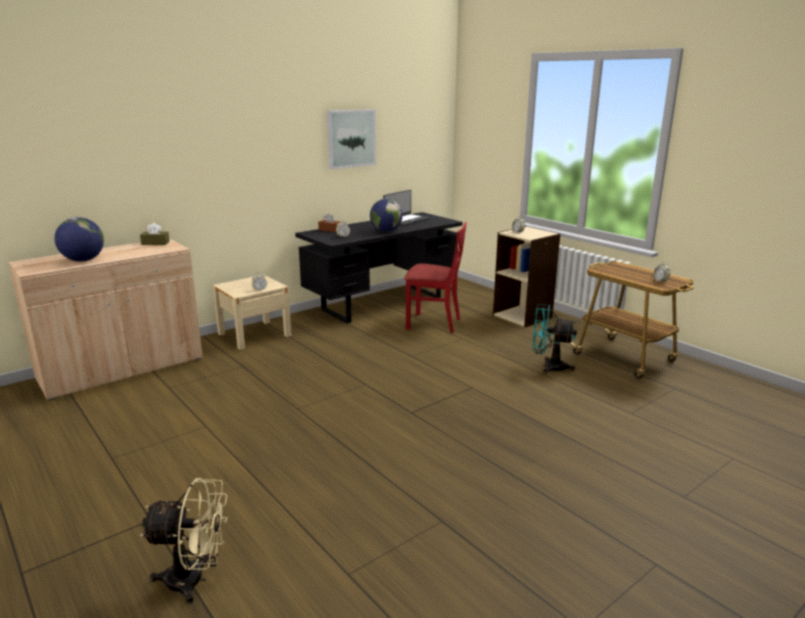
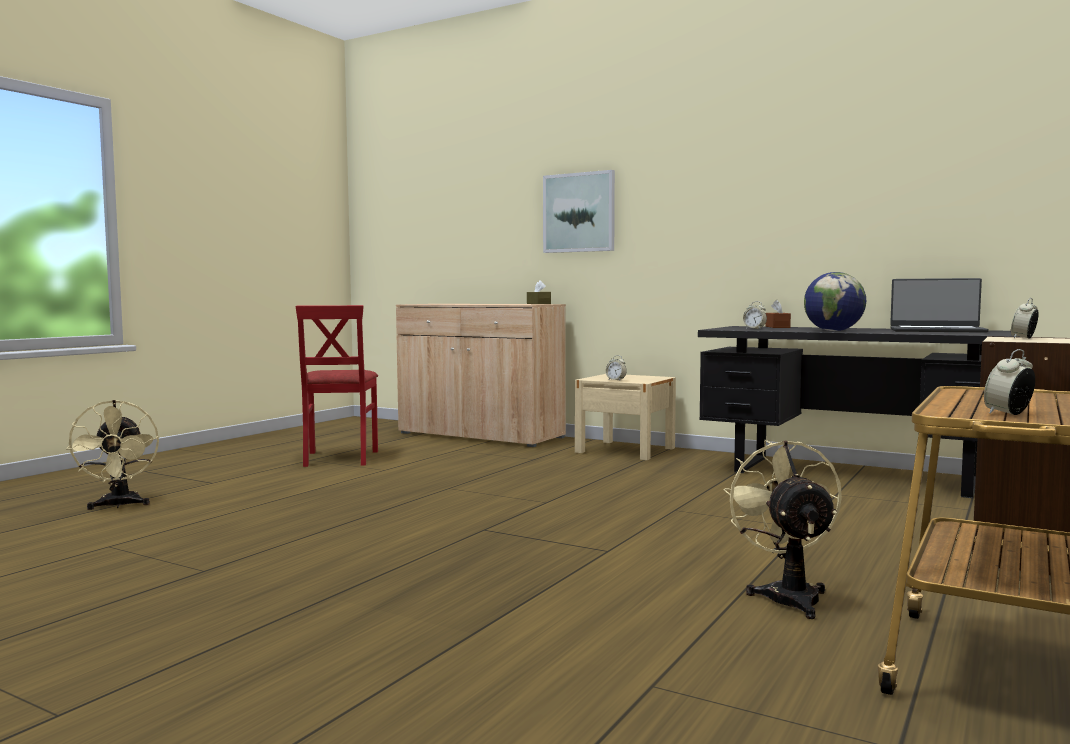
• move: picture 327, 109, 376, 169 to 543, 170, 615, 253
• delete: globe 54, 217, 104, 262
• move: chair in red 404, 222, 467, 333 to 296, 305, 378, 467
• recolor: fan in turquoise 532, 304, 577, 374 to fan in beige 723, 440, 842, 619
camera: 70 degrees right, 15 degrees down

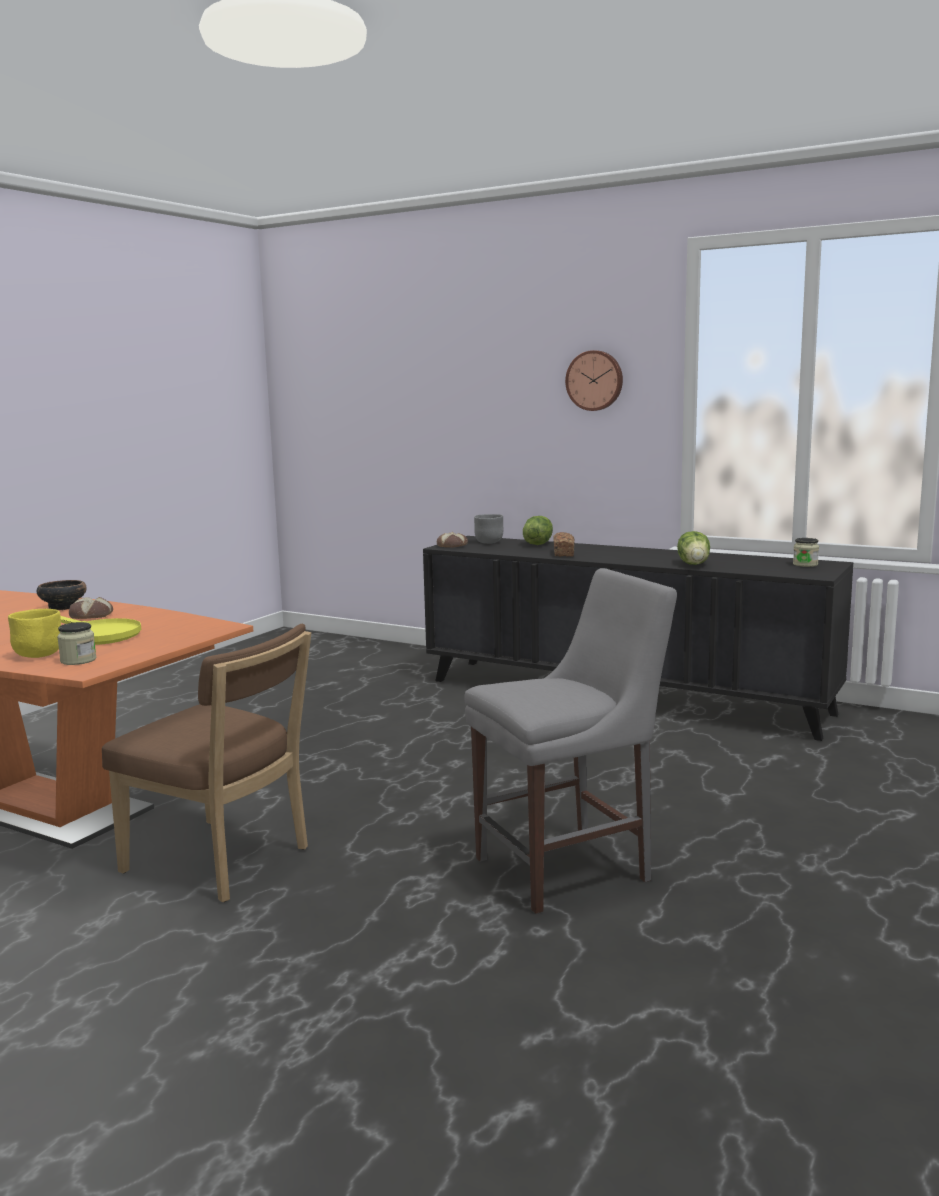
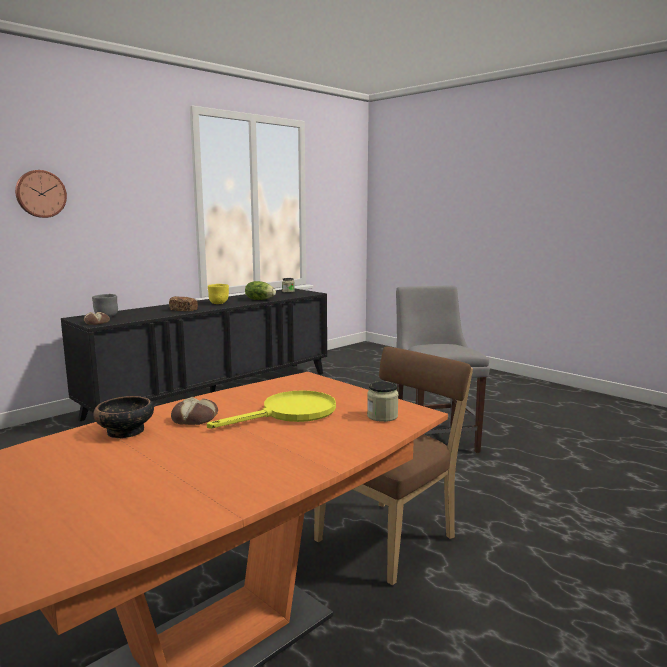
• move: wall clock 565, 350, 623, 411 to 15, 170, 67, 218
• delete: lettuce 523, 516, 553, 545
• move: bowl in yellow 8, 609, 61, 658 to 208, 284, 229, 304
camera: 75 degrees left, 0 degrees up

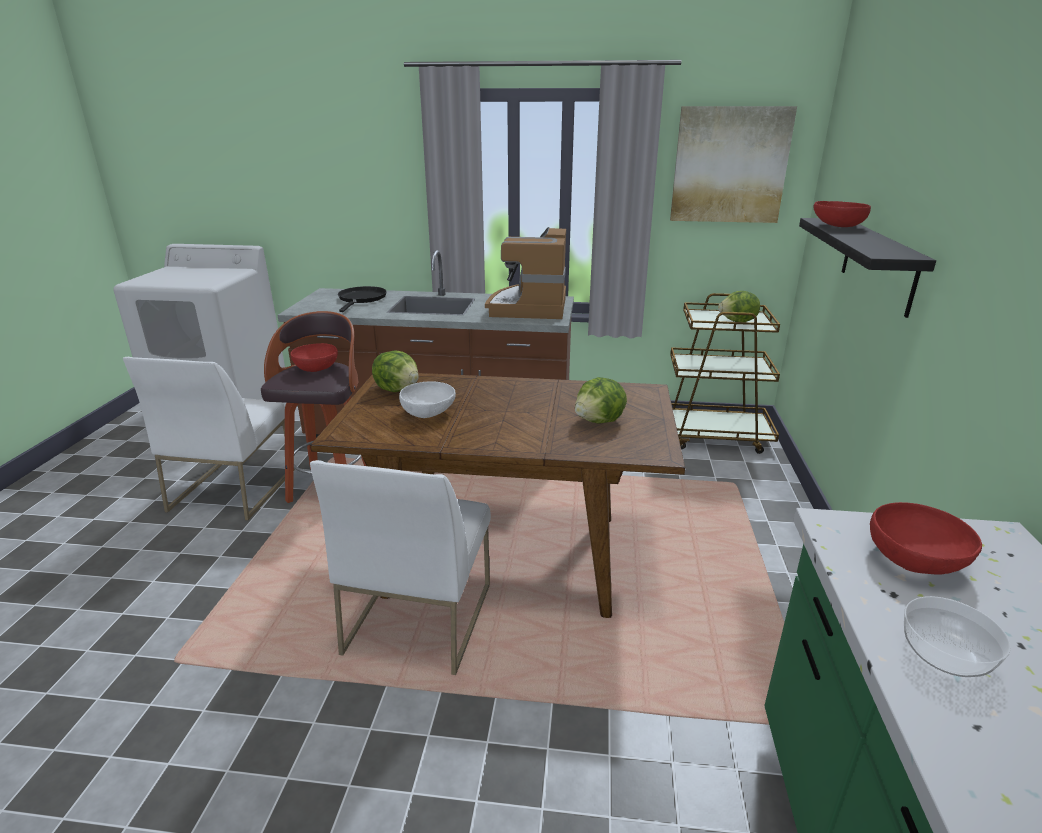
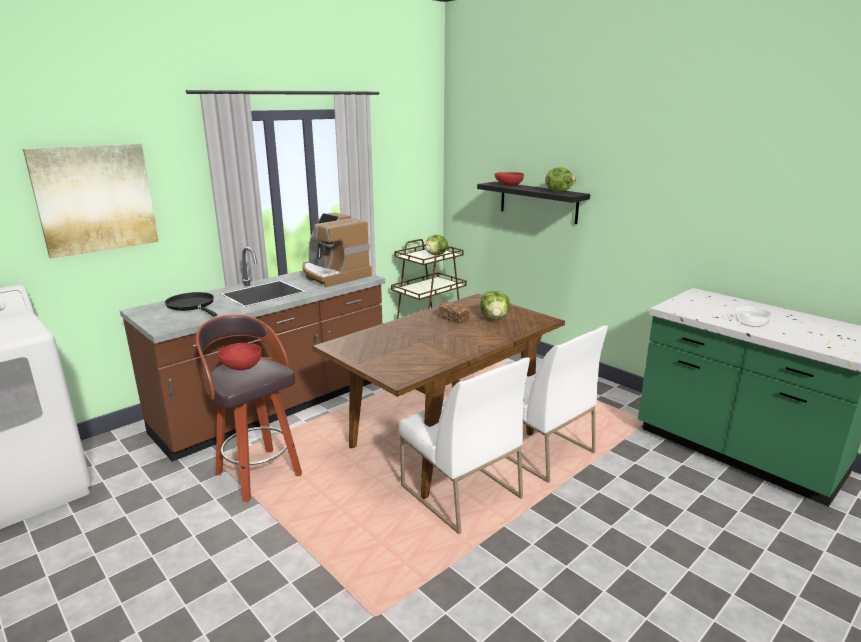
• move: picture 670, 106, 797, 223 to 23, 143, 159, 258
• move: lettuce 372, 351, 419, 392 to 545, 167, 576, 192
• move: chair in white 123, 357, 295, 520 to 505, 326, 608, 483
• delete: bowl in white 399, 381, 456, 418
• delete: bowl in red 870, 502, 982, 575
• insert: bread 438, 302, 470, 324
camera: 50 degrees left, 5 degrees down

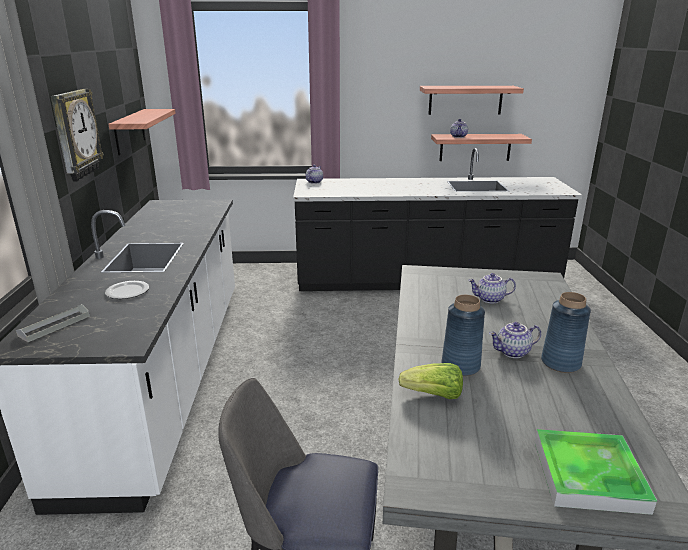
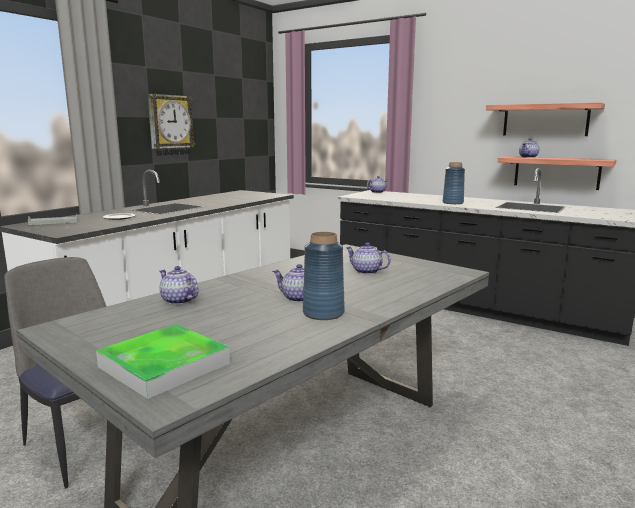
• delete: shelf 108, 109, 176, 155
• move: vase in blue 442, 295, 485, 376 to 443, 162, 465, 204
• replace: lettuce 398, 363, 463, 399 to teapot 160, 266, 198, 305
camera: 35 degrees right, 10 degrees down

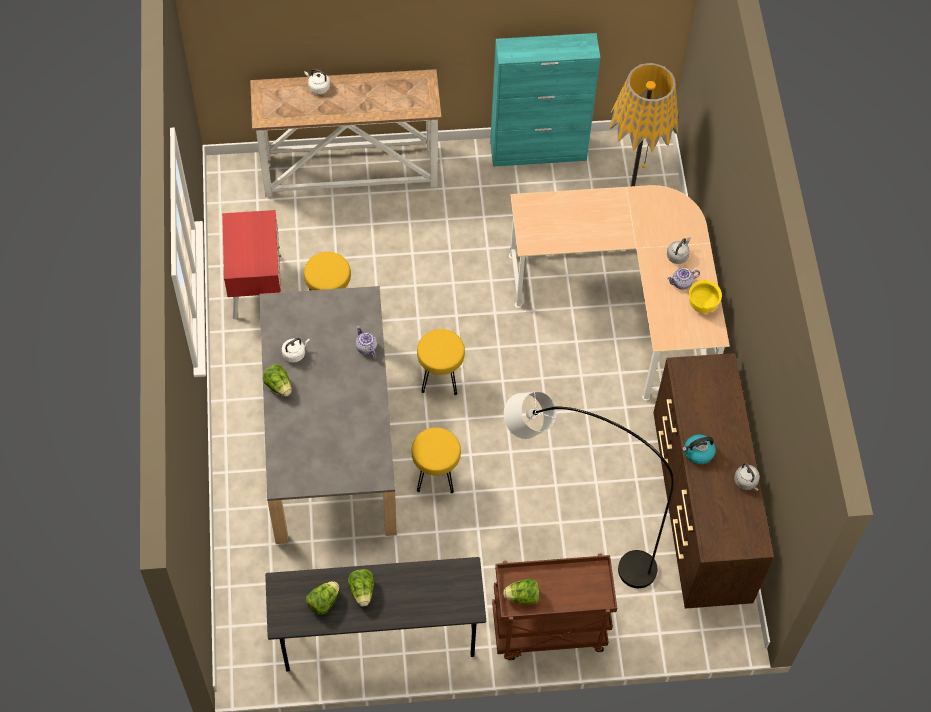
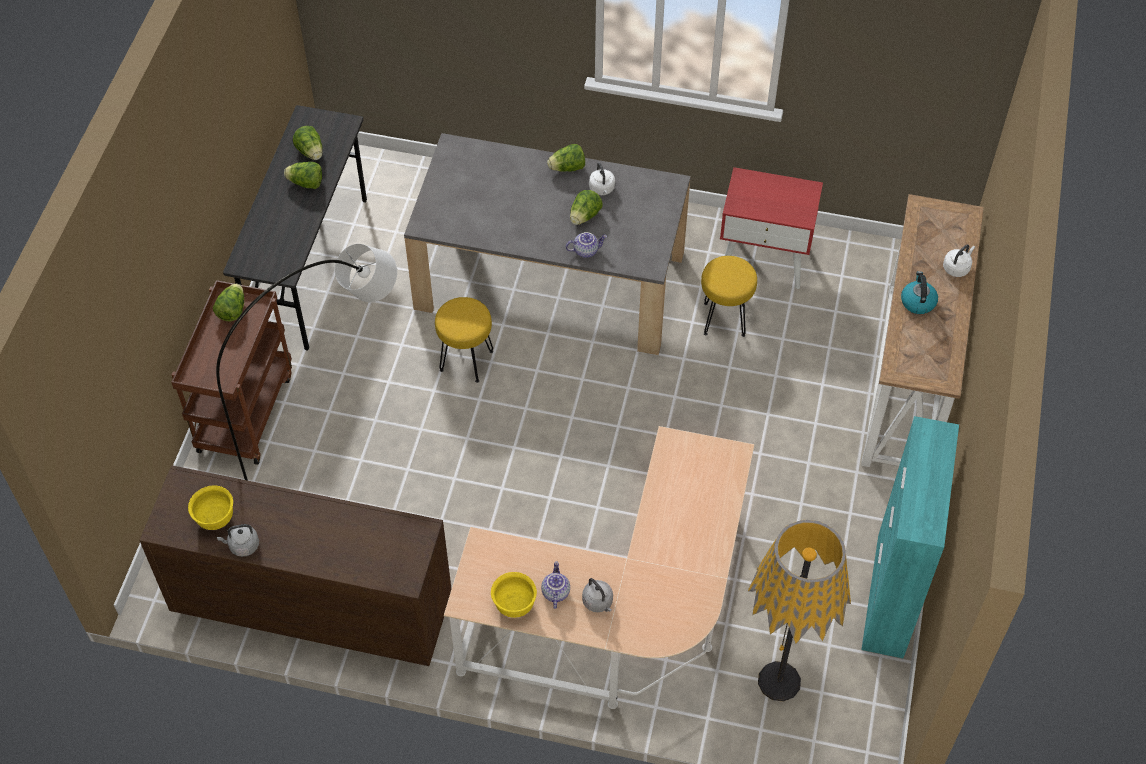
• delete: stool in yellow 417, 329, 465, 395
• move: kettle 682, 434, 716, 464 to 901, 271, 938, 314
• insert: lettuce 570, 190, 603, 225
• insert: bowl in yellow 188, 485, 233, 530
camera: 110 degrees right, 5 degrees down

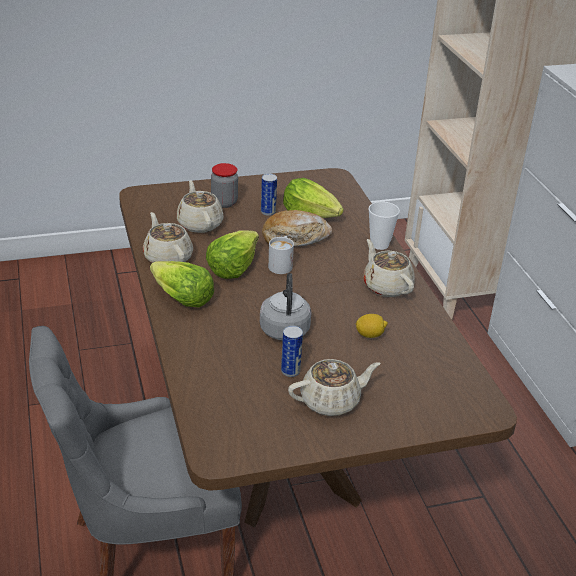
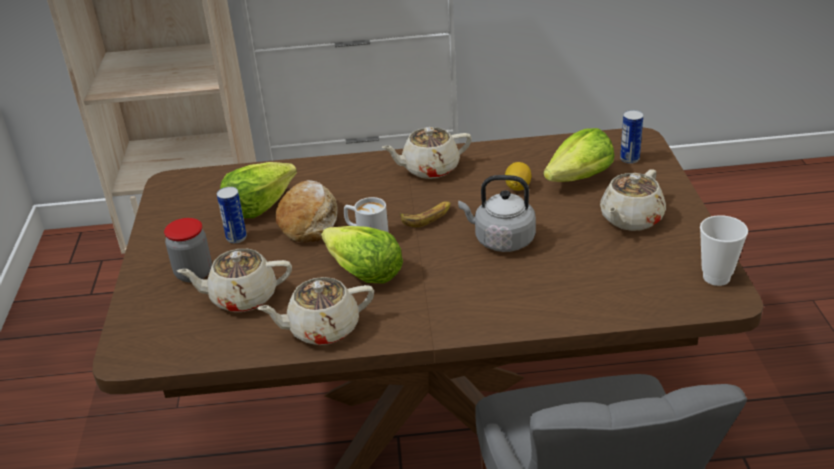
• move: cup 368, 202, 400, 250 to 700, 215, 748, 286
• move: lettuce 150, 261, 214, 307 to 544, 128, 614, 182
• move: can 281, 326, 303, 377 to 620, 110, 643, 164
• rotate: teapot in beige 288, 359, 380, 416 = 600, 169, 666, 231 135 degrees counterclockwise
• insert: banana 400, 201, 451, 227
camera: 75 degrees left, 0 degrees up

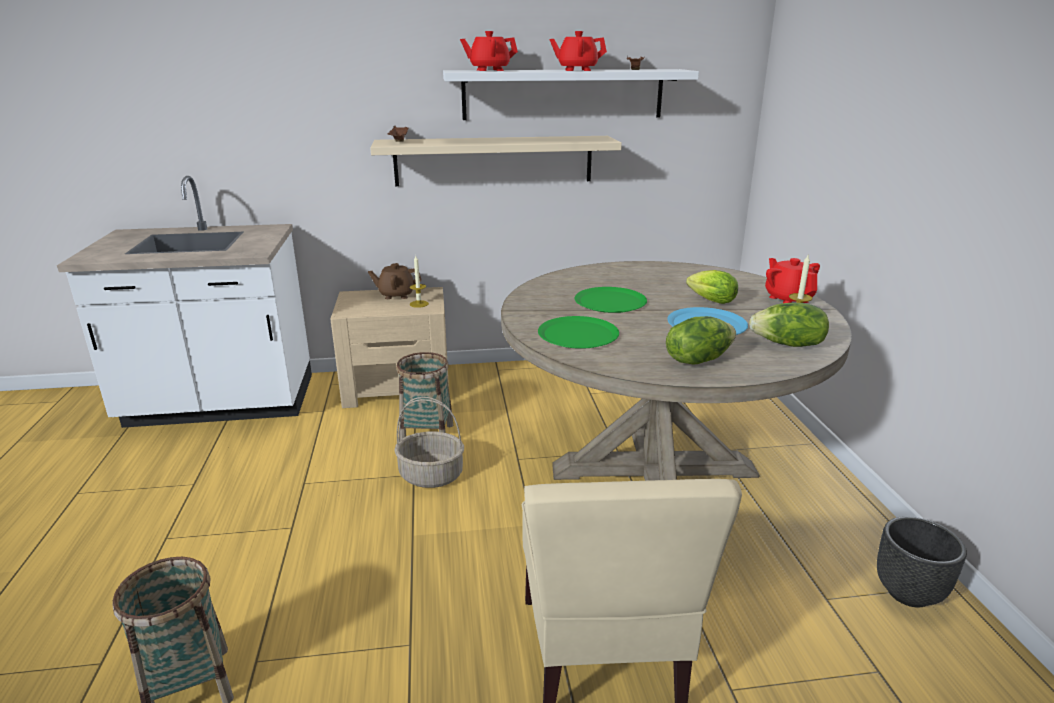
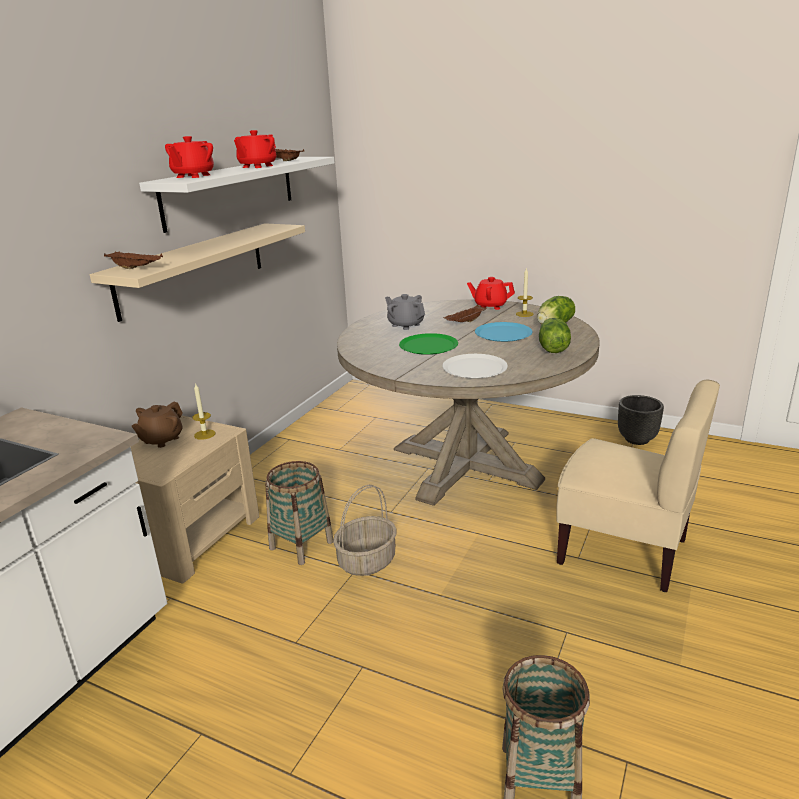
• replace: lettuce 686, 270, 738, 304 to tray in brown 444, 305, 487, 322
• recolor: plate in green 538, 316, 619, 349 to plate in white 442, 354, 508, 379
• insert: teapot in grey 385, 294, 425, 330
camera: 55 degrees left, 0 degrees up

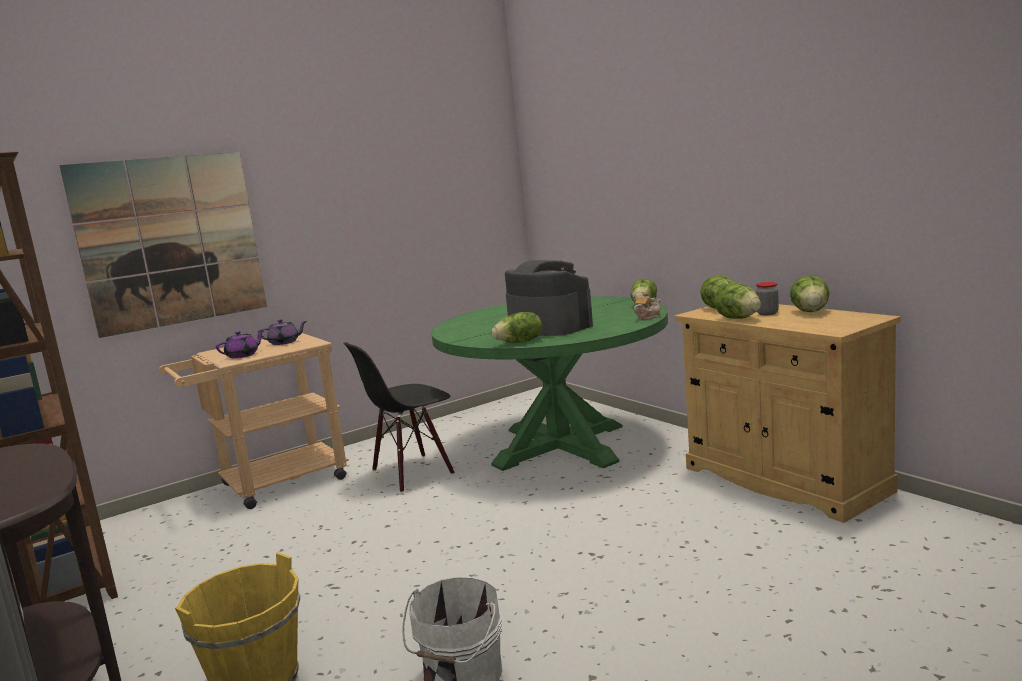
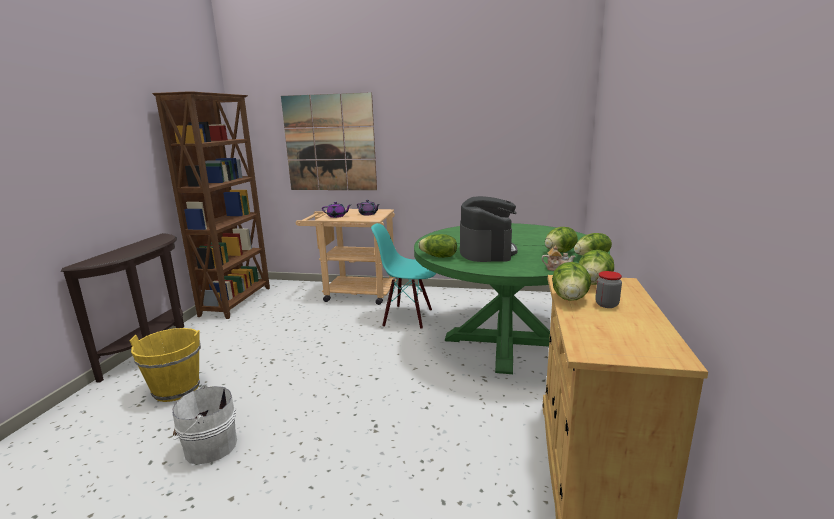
• move: lettuce 790, 276, 830, 312 to 545, 227, 578, 252
• recolor: chair in black 344, 342, 455, 493 to chair in turquoise 371, 223, 436, 329
camera: 45 degrees right, 5 degrees up

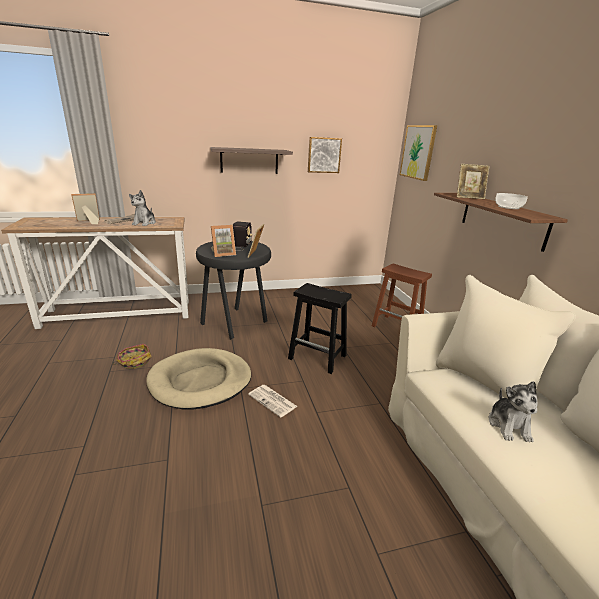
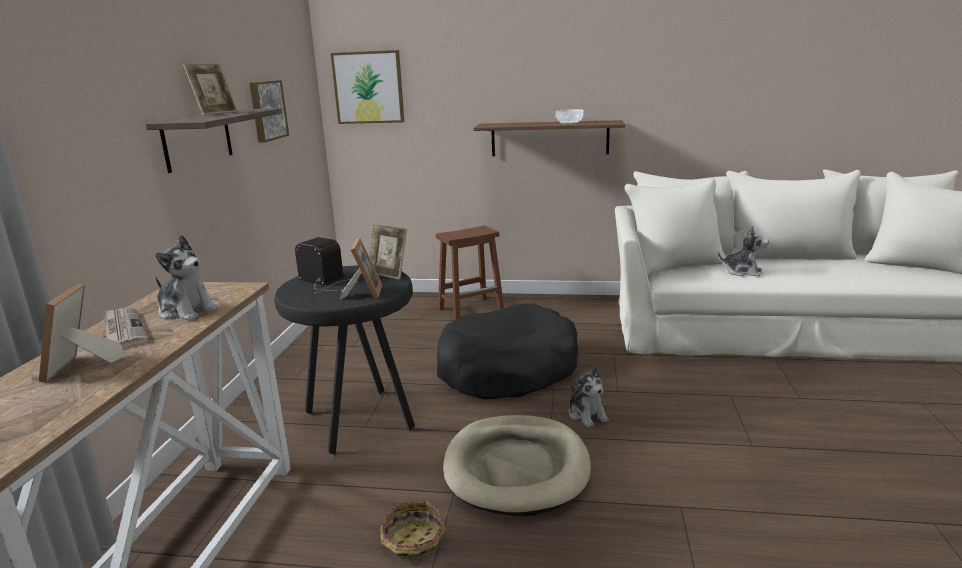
• move: picture frame 457, 164, 489, 199 to 183, 63, 238, 115
• replace: stool in black 288, 283, 352, 374 to dog bed in black 437, 303, 579, 399
• replace: newspaper 248, 385, 297, 417 to plush toy 569, 366, 609, 427
camera: 65 degrees left, 5 degrees down

